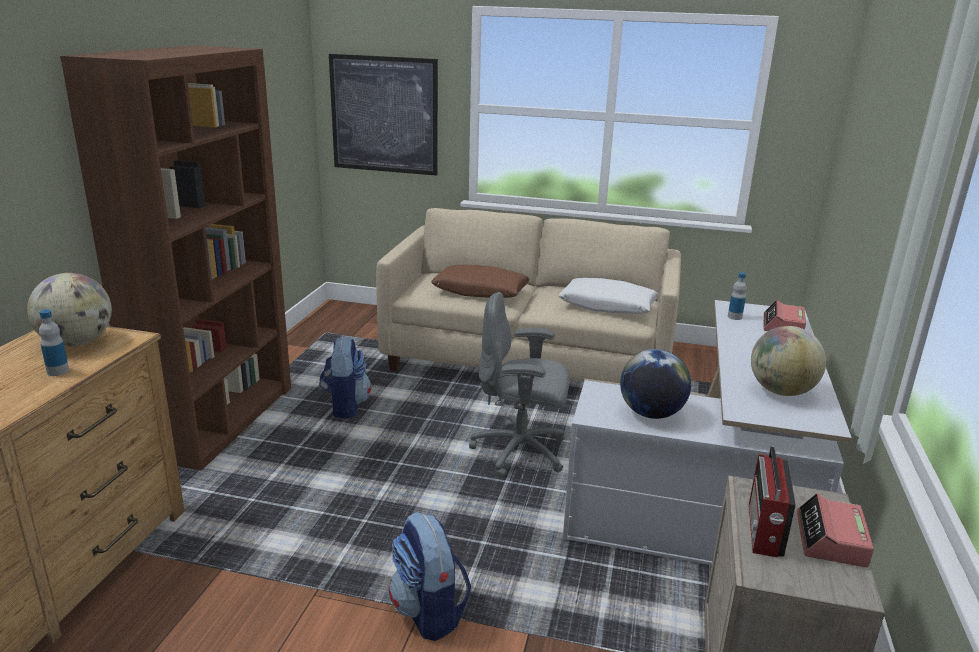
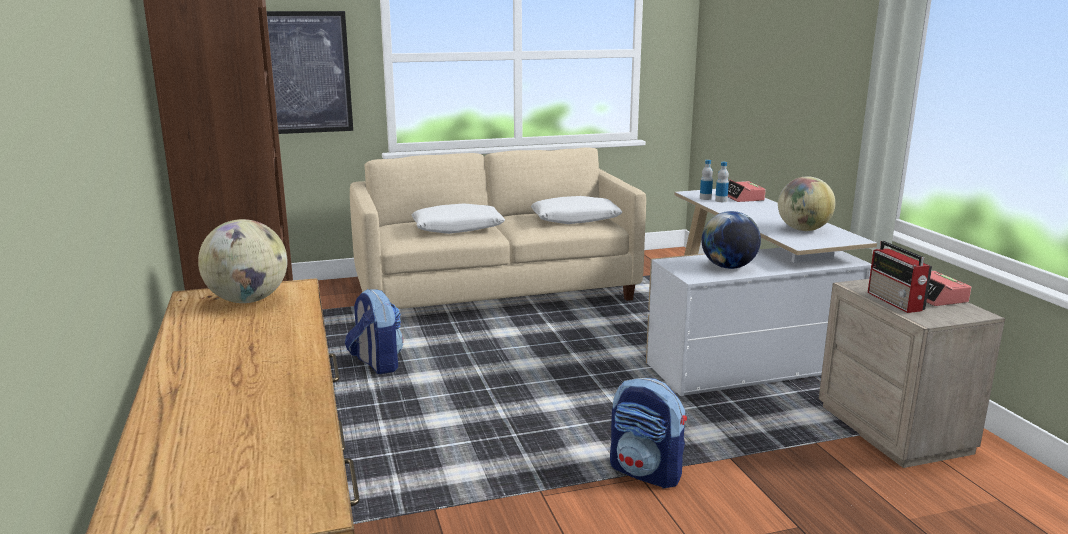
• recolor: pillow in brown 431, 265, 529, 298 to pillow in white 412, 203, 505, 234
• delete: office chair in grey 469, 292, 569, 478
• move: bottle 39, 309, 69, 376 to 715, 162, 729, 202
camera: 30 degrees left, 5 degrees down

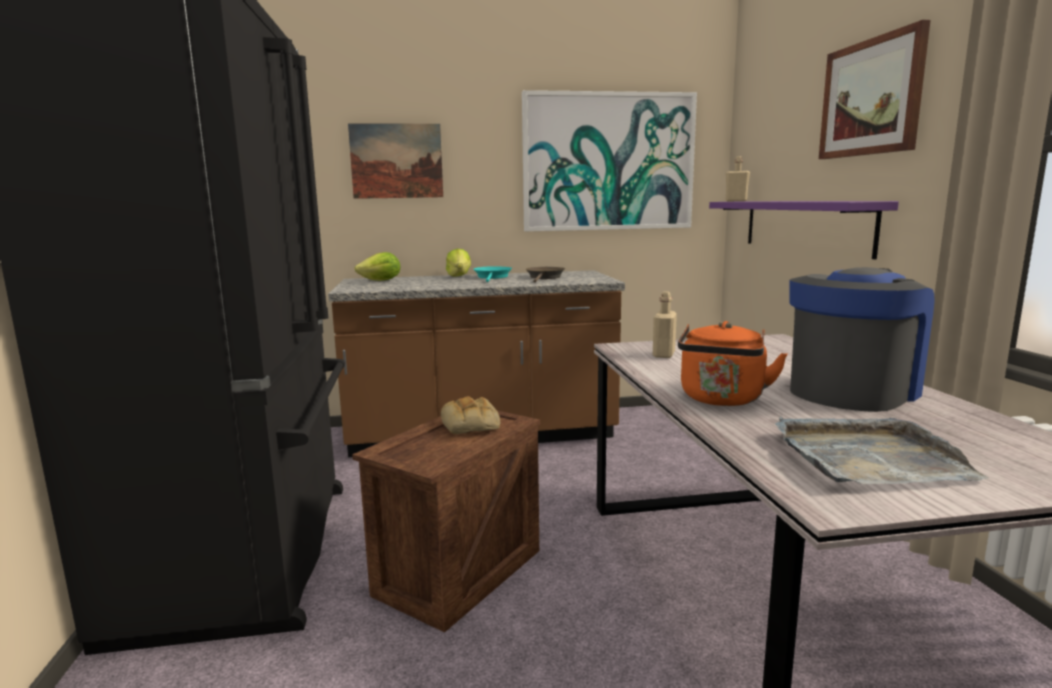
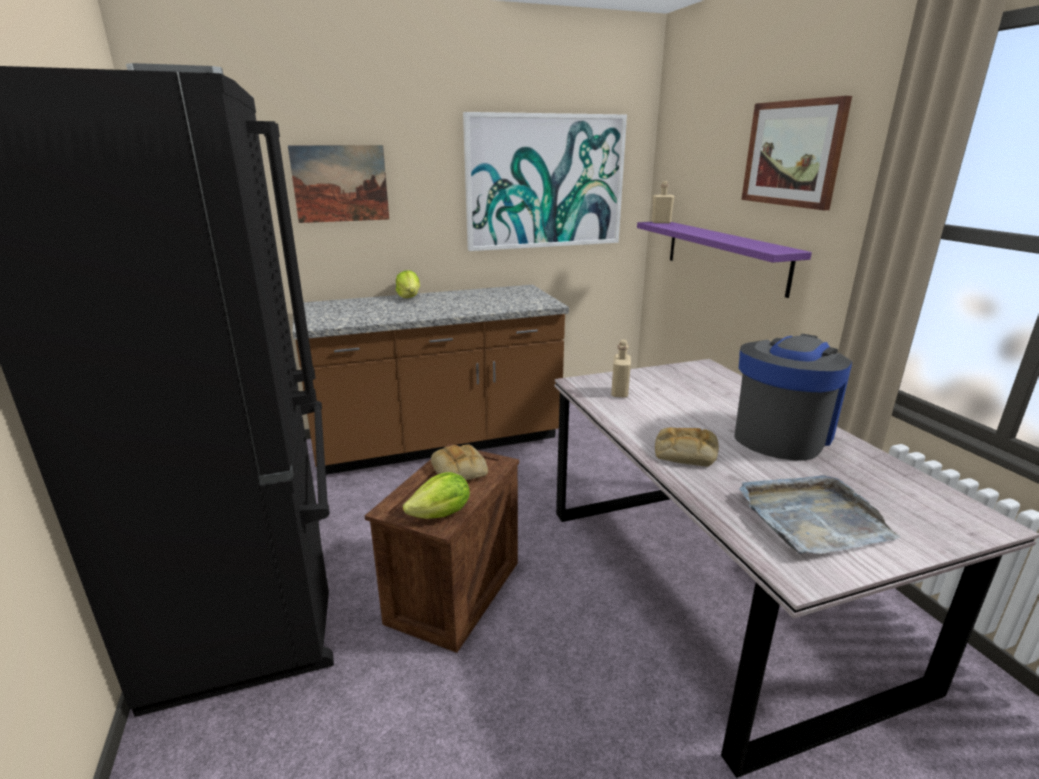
• move: lettuce 354, 252, 400, 281 to 403, 472, 470, 519
• delete: frying pan in turquoise 473, 266, 512, 282
• delete: frying pan in brown 526, 267, 565, 283
• replace: kettle in orange 678, 321, 788, 406 to bread 655, 427, 719, 466
camera: 10 degrees left, 10 degrees up

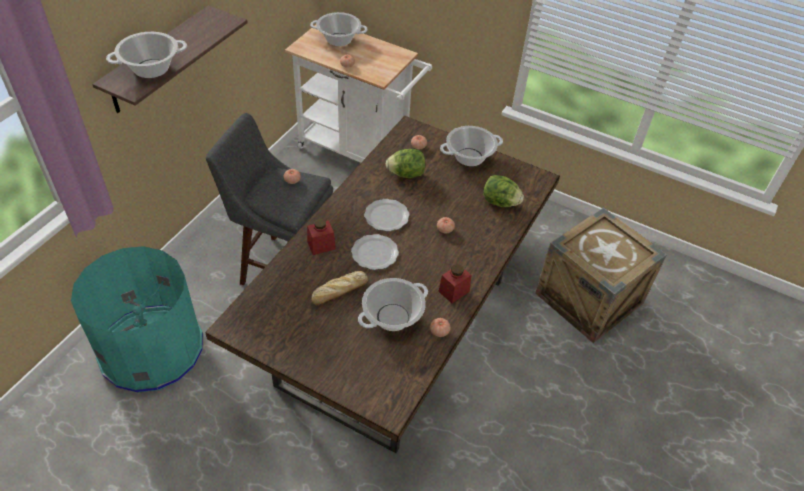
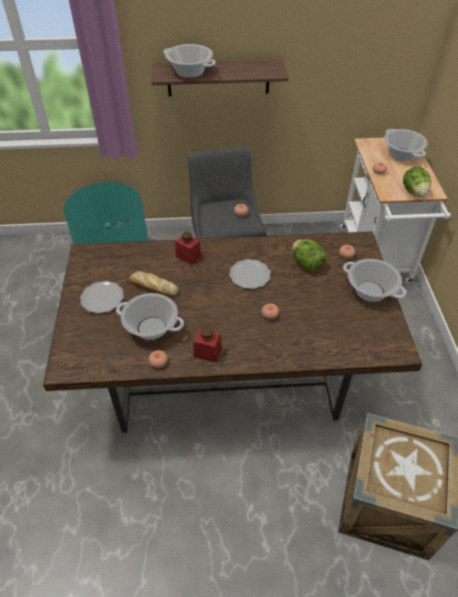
• move: lettuce 483, 175, 524, 207 to 403, 166, 431, 197
• move: plate 351, 234, 399, 270 to 80, 281, 124, 313
camera: 60 degrees right, 0 degrees up

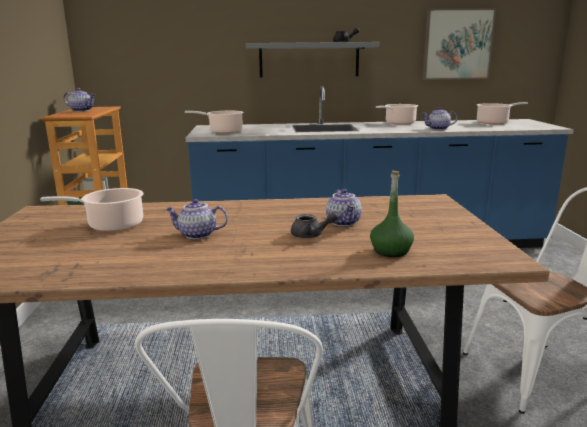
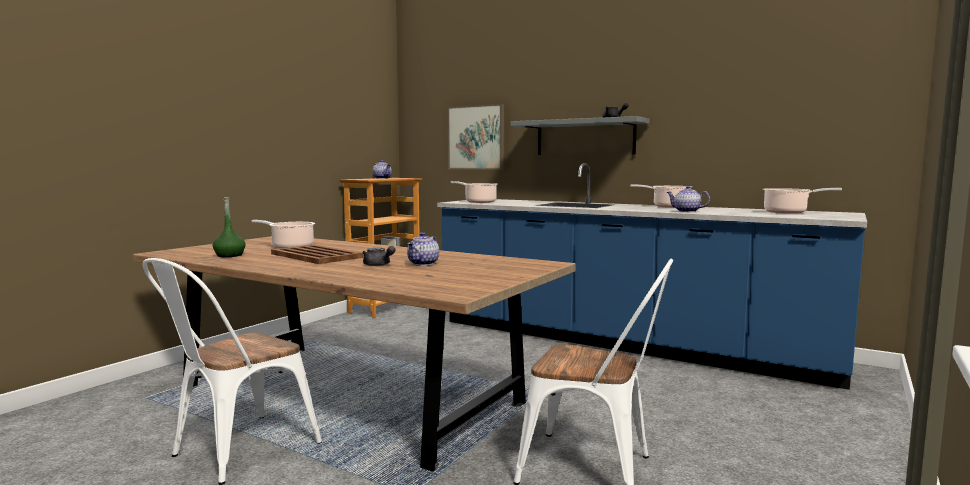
• move: picture 423, 8, 496, 80 to 448, 104, 504, 170
• move: bottle in green 370, 170, 414, 257 to 213, 197, 246, 257
• replace: teapot 165, 199, 228, 239 to tray in brown 271, 244, 364, 264
camera: 35 degrees right, 10 degrees down

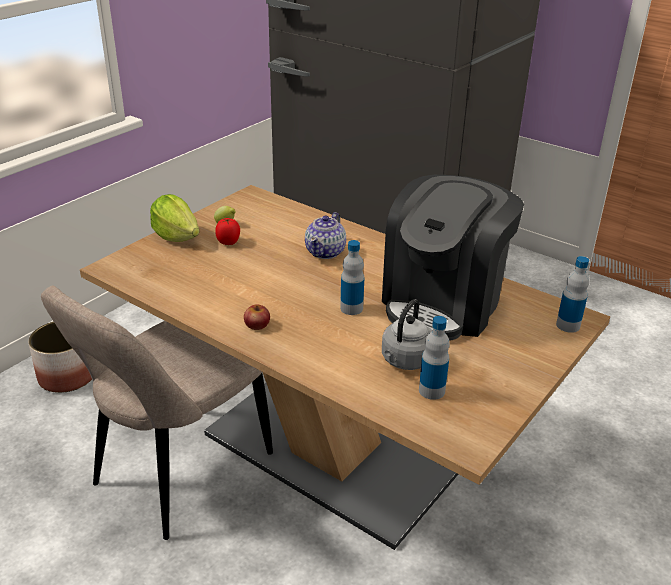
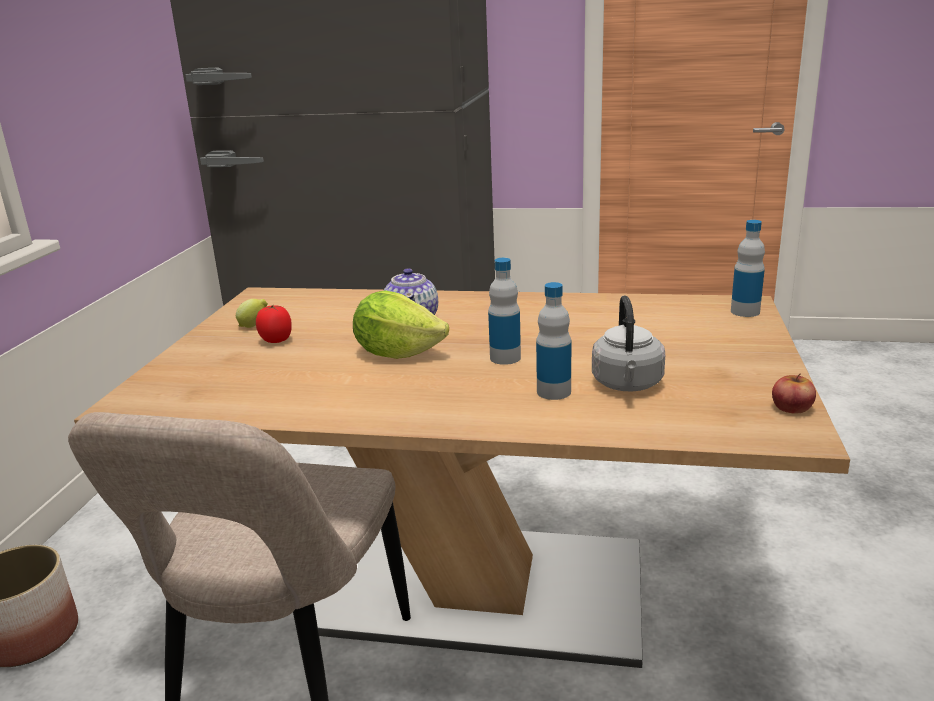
• delete: coffee machine 382, 175, 524, 341
• move: lettuce 150, 194, 199, 242 to 353, 290, 449, 359
• move: apple 244, 305, 270, 330 to 772, 373, 816, 414
• move: bottle 419, 316, 450, 400 to 536, 282, 571, 400
camera: 25 degrees left, 10 degrees down

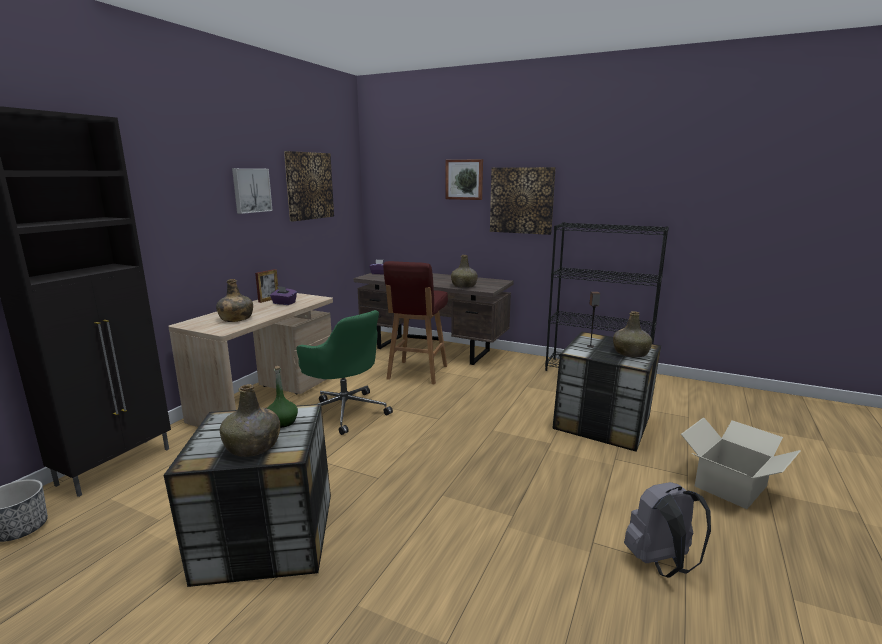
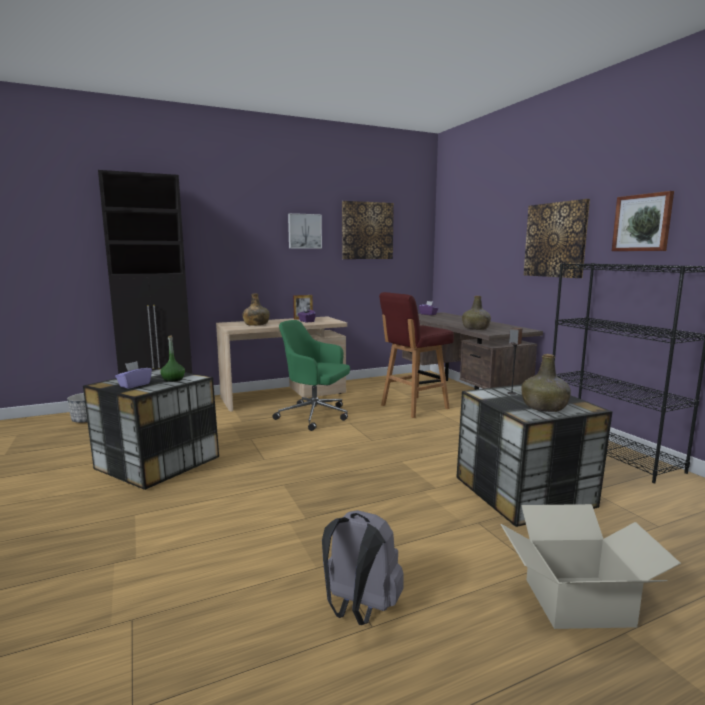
• move: picture 446, 159, 483, 200 to 612, 191, 674, 251
• rotate: office chair in green 296, 310, 393, 435 = 272, 320, 350, 431 120 degrees clockwise
• replace: bottle in green 220, 384, 280, 457 to tissue box in purple 115, 361, 152, 389
camera: 40 degrees right, 5 degrees down

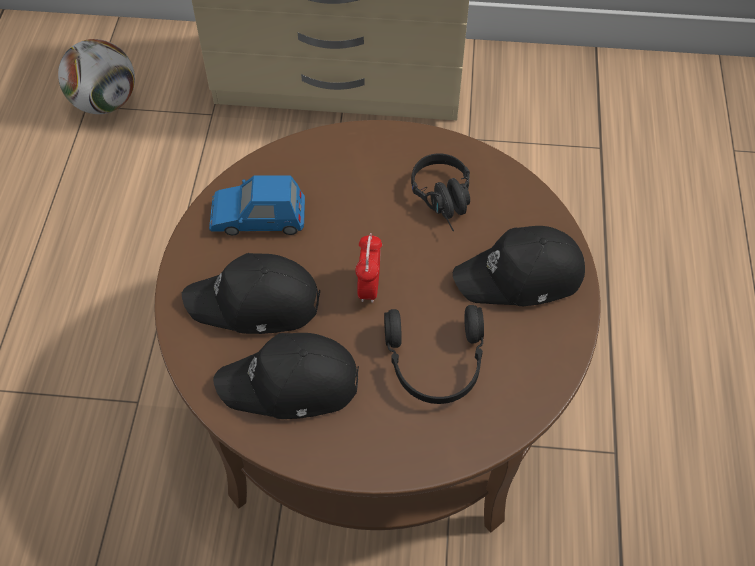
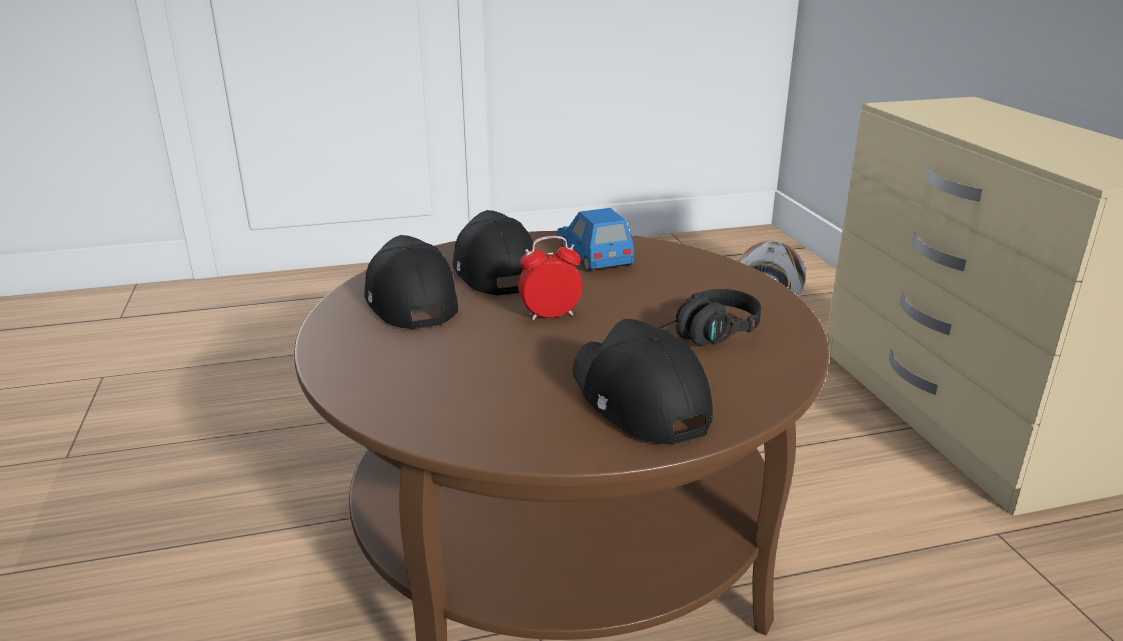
• delete: headphones in black 384, 305, 484, 404
camera: 70 degrees right, 30 degrees down

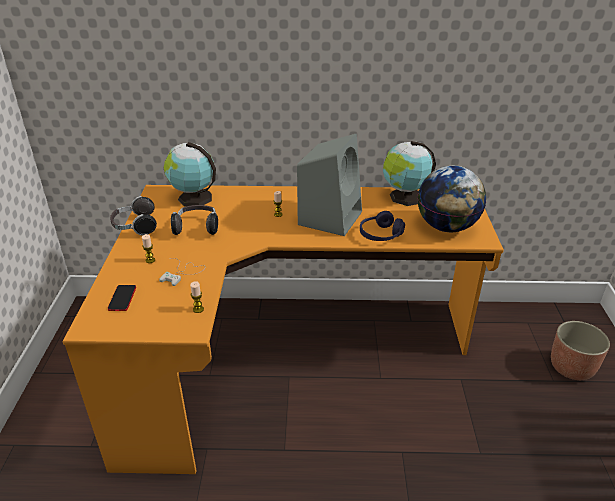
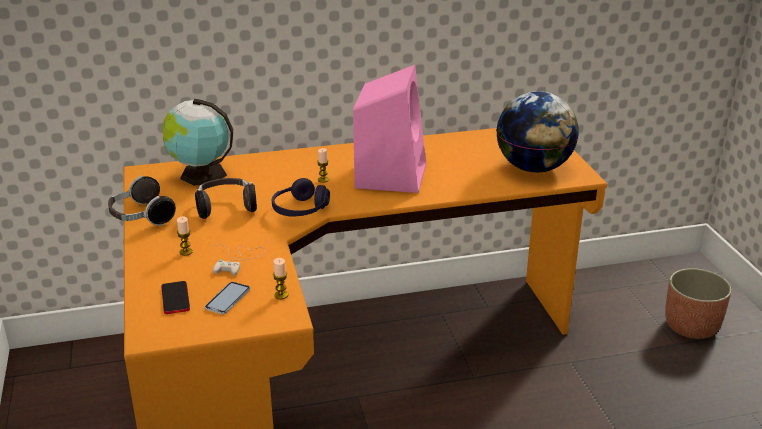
• recolor: speaker in grey 297, 134, 362, 236 to speaker in pink 353, 65, 426, 193
• delete: globe 383, 141, 436, 206
• move: headphones in purple 360, 211, 405, 241 to 272, 178, 330, 216
• insert: phone 205, 282, 250, 314
camera: 15 degrees left, 5 degrees down

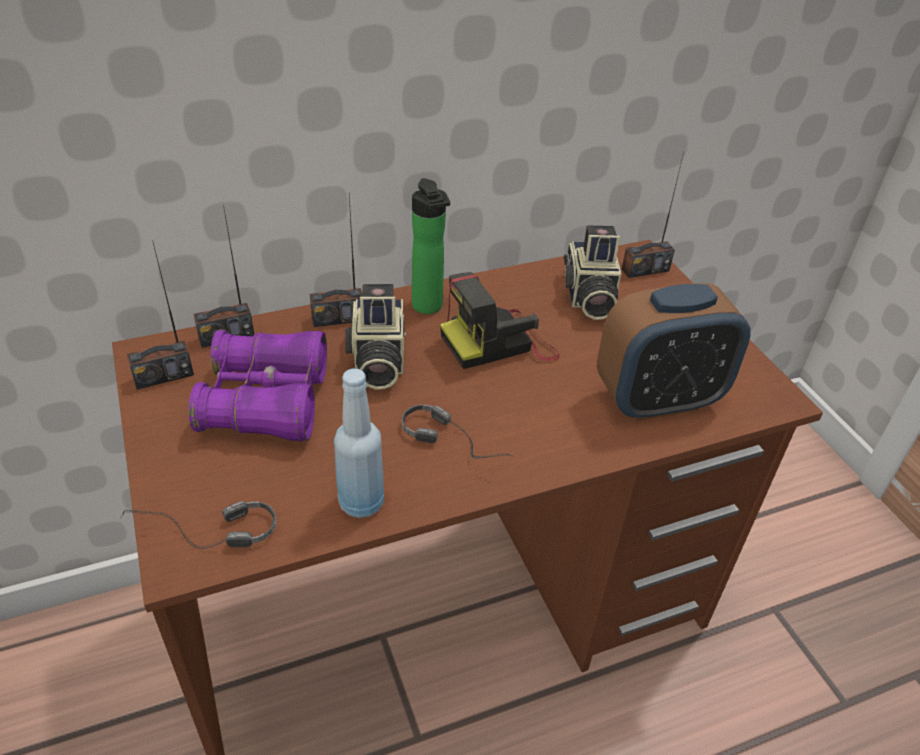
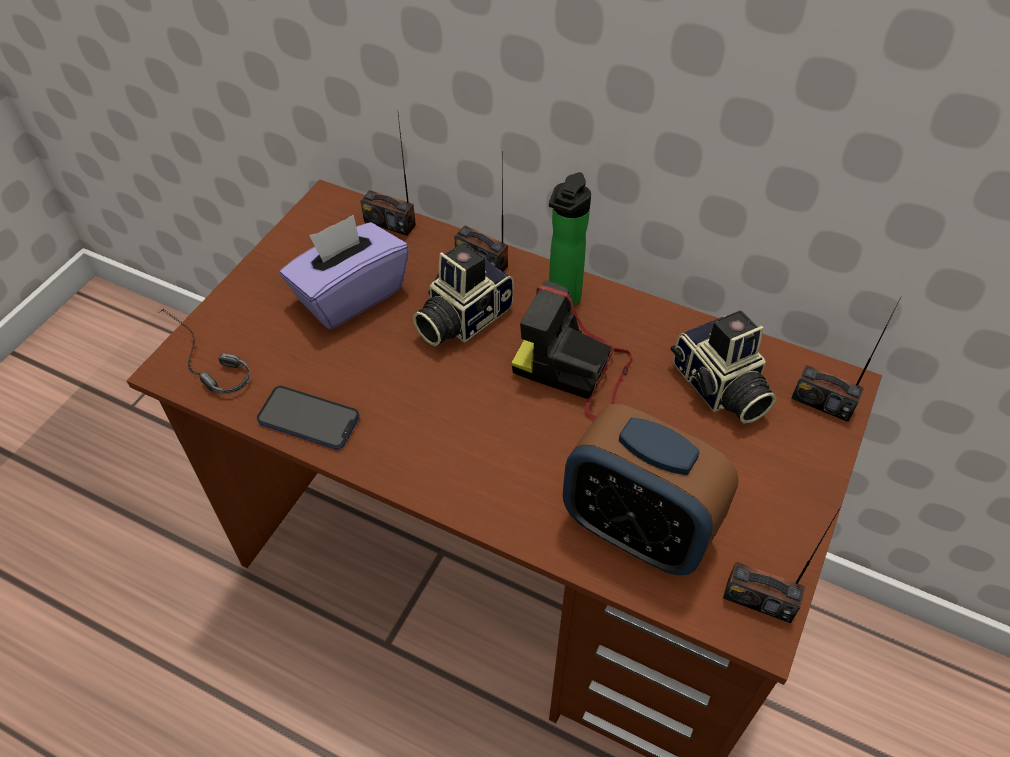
• rotate: photo camera 564, 225, 621, 320 = 671, 310, 776, 424 75 degrees counterclockwise
• move: radio 127, 240, 194, 390 to 723, 507, 841, 623
• replace: binoculars in purple 188, 329, 327, 442 to tissue box in purple 280, 215, 409, 329
• replace: bottle in blue 334, 368, 384, 518 to phone 257, 385, 360, 450
• delete: headphones 402, 405, 513, 459
camera: 50 degrees right, 10 degrees up

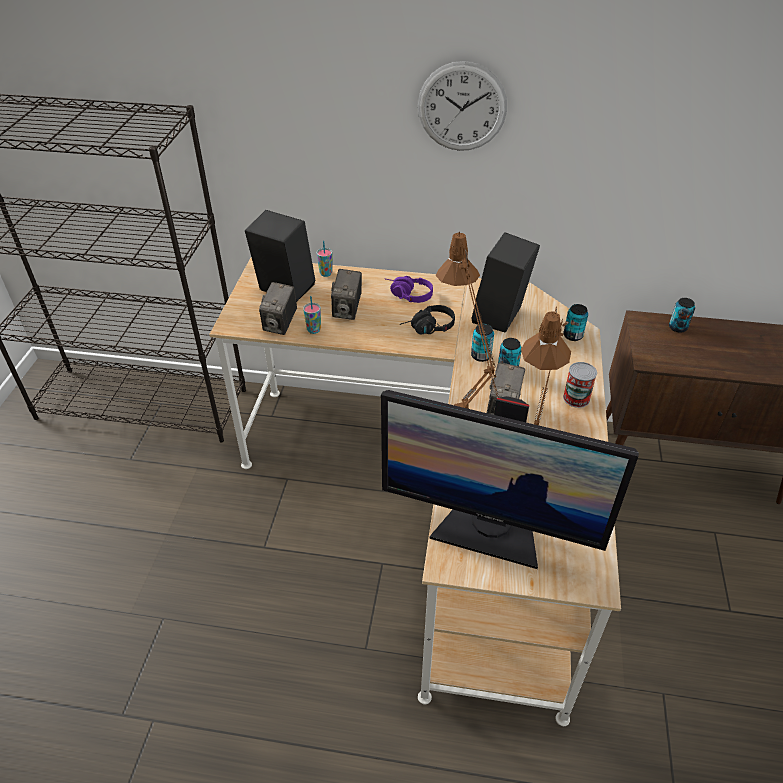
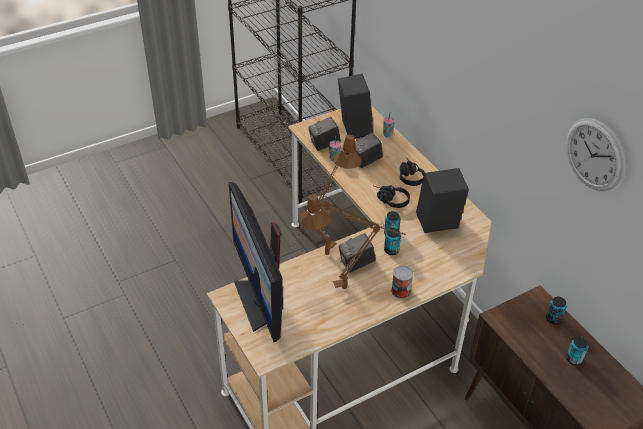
• move: wall clock 418, 61, 507, 151 to 566, 118, 624, 191
• recolor: headphones in purple 386, 276, 433, 303 to headphones in black 400, 158, 425, 186
• move: can 563, 304, 588, 341 to 566, 336, 589, 365
camera: 50 degrees right, 0 degrees up

